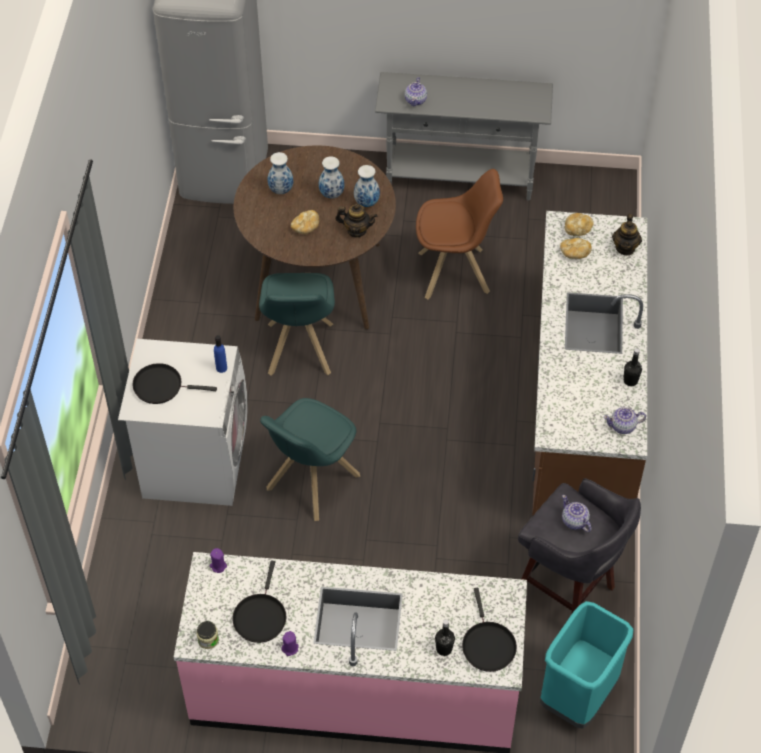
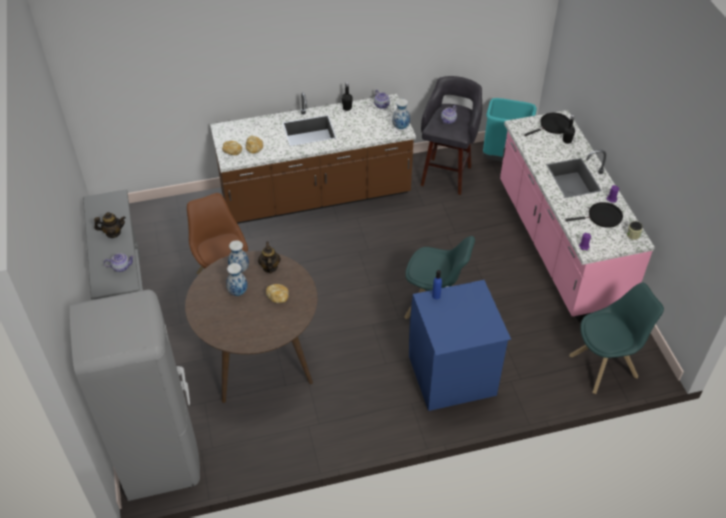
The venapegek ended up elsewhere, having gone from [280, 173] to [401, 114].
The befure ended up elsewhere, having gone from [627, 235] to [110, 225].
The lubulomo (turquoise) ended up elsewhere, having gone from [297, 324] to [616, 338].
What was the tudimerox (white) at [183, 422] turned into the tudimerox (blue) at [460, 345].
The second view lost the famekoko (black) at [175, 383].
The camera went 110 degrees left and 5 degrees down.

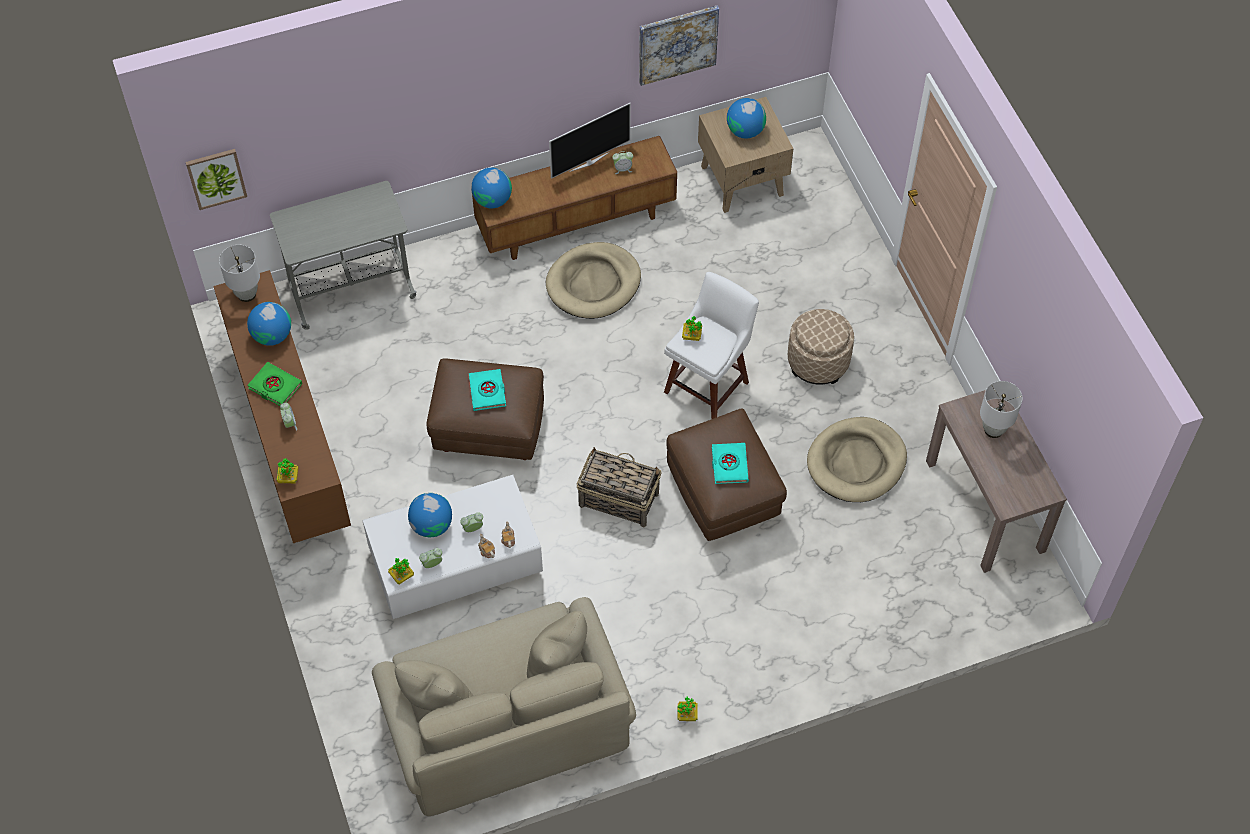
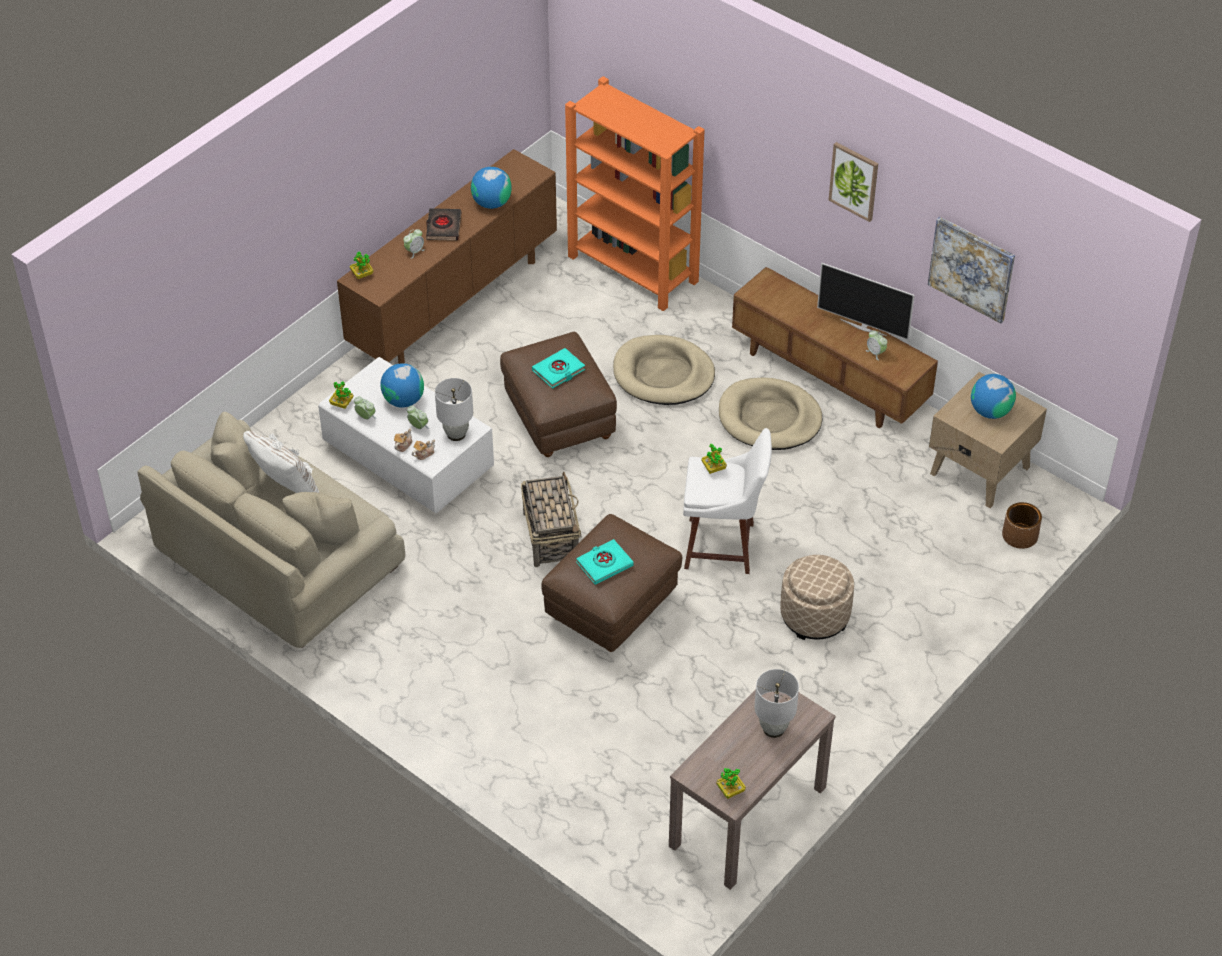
The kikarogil ended up elsewhere, having gone from [216, 179] to [853, 182].
The second view lost the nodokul at [491, 187].
Where the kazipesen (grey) stood at [343, 255], the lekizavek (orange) came to stand at [634, 193].
The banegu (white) ended up elsewhere, having gone from [239, 273] to [454, 409].
What was the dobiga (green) at [274, 384] turned into the dobiga (black) at [443, 224].
The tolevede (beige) ended up elsewhere, having gone from [857, 459] to [664, 370].
The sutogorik ended up elsewhere, having gone from [688, 709] to [731, 783].
The second view gained the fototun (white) at [281, 462].
The second view gained the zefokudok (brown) at [1022, 525].
The camera went 60 degrees right and 10 degrees down.

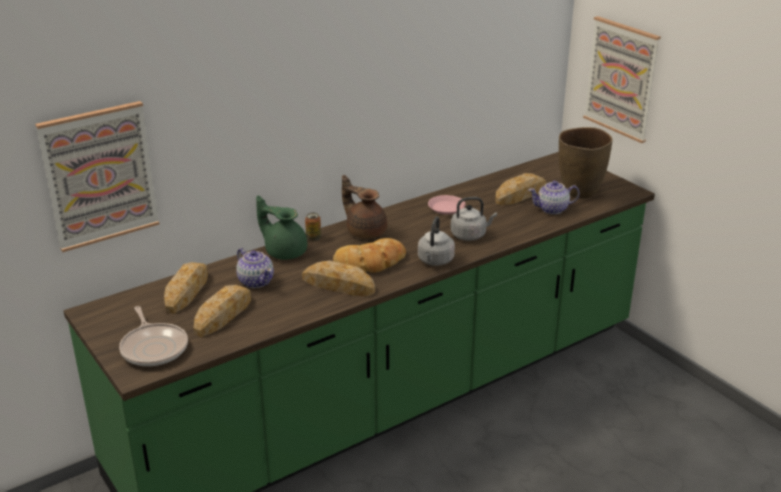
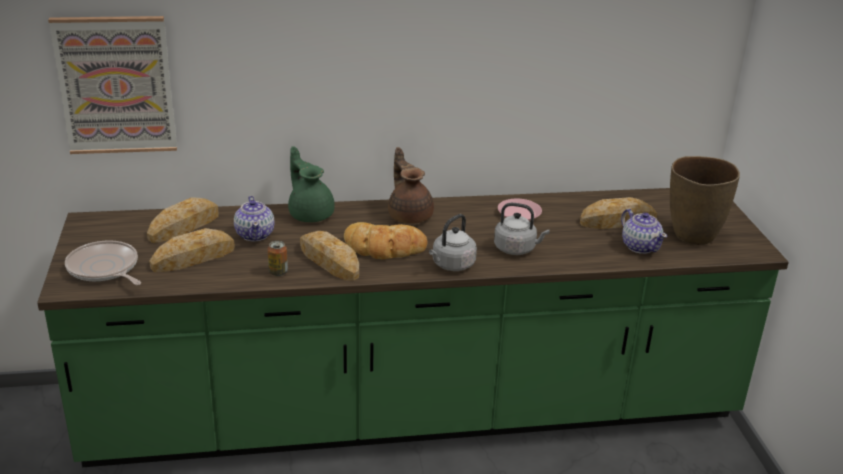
The second view lost the kikarogil at [622, 79].
The befure at [554, 197] ended up facing another way, 135 degrees counterclockwise from before.
The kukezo ended up elsewhere, having gone from [313, 227] to [278, 259].
The famekoko at [153, 336] ended up facing another way, 135 degrees clockwise from before.
The camera went 25 degrees right and 0 degrees up.

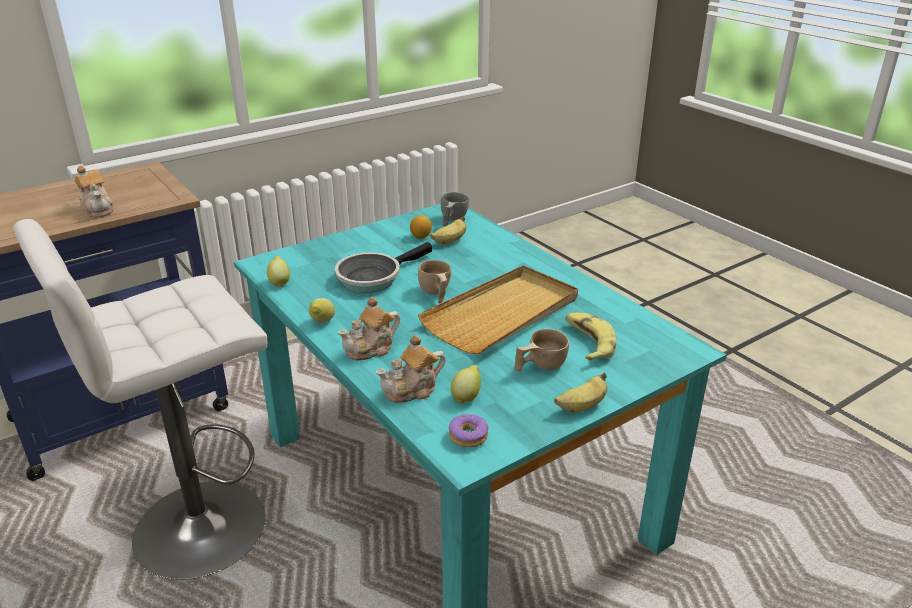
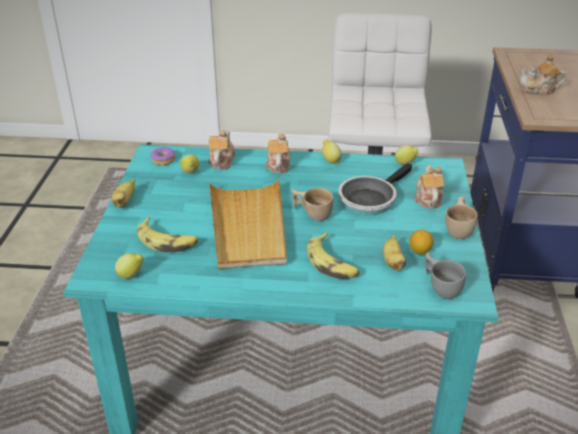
The famekoko at [383, 267] ended up facing another way, 135 degrees counterclockwise from before.
The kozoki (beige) ended up elsewhere, having gone from [541, 350] to [461, 217].
The second view gained the befure at [429, 187].
The second view gained the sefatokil at [333, 256].
The second view gained the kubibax at [129, 266].
The camera went 130 degrees right and 5 degrees up.

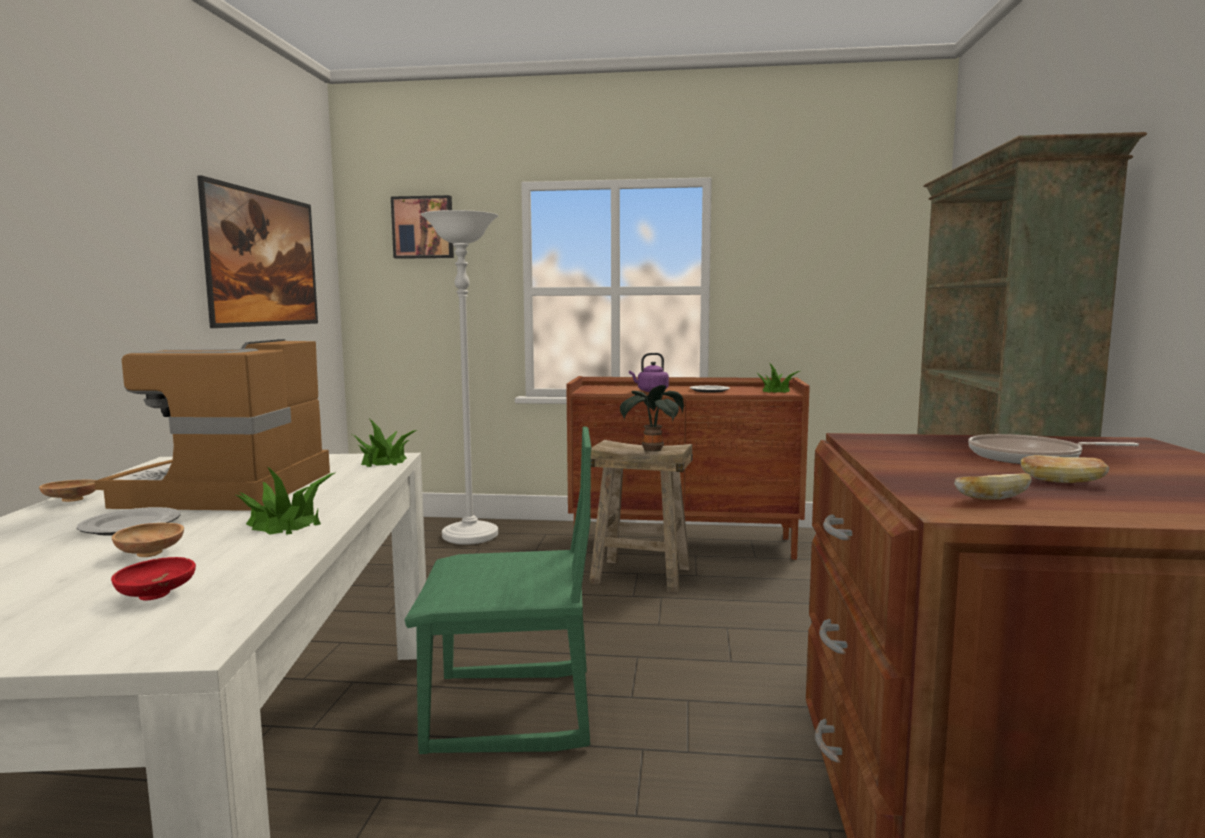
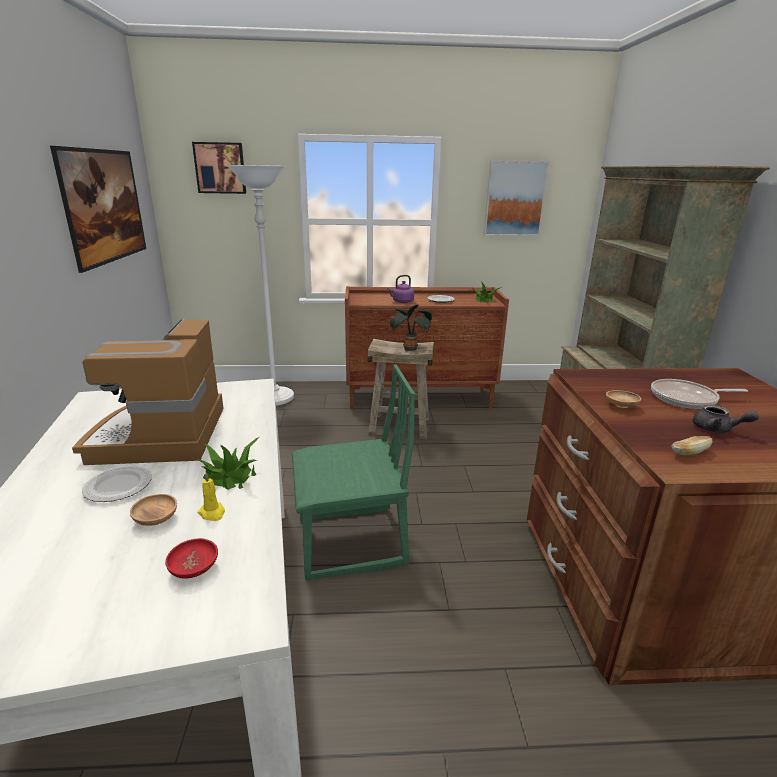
The second view lost the sutogorik at [385, 443].
Where the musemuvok stood at [1065, 469], the befure (grey) came to stand at [726, 419].
The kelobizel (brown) ended up elsewhere, having gone from [67, 490] to [623, 399].
The second view gained the kikarogil at [516, 198].
The second view gained the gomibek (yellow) at [211, 497].
The camera went 10 degrees left and 15 degrees up.

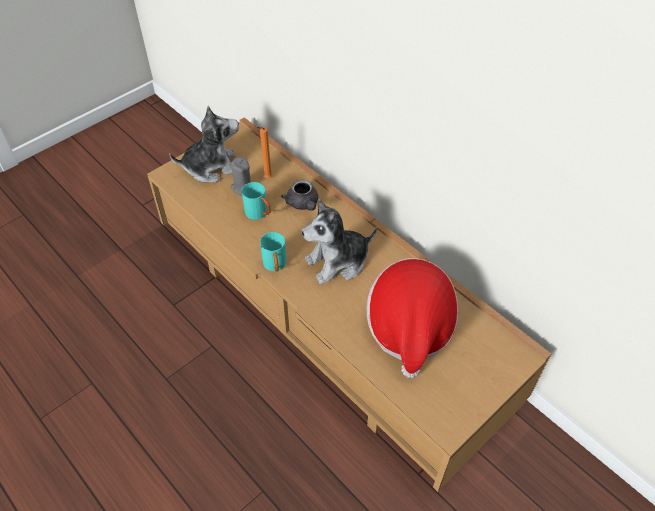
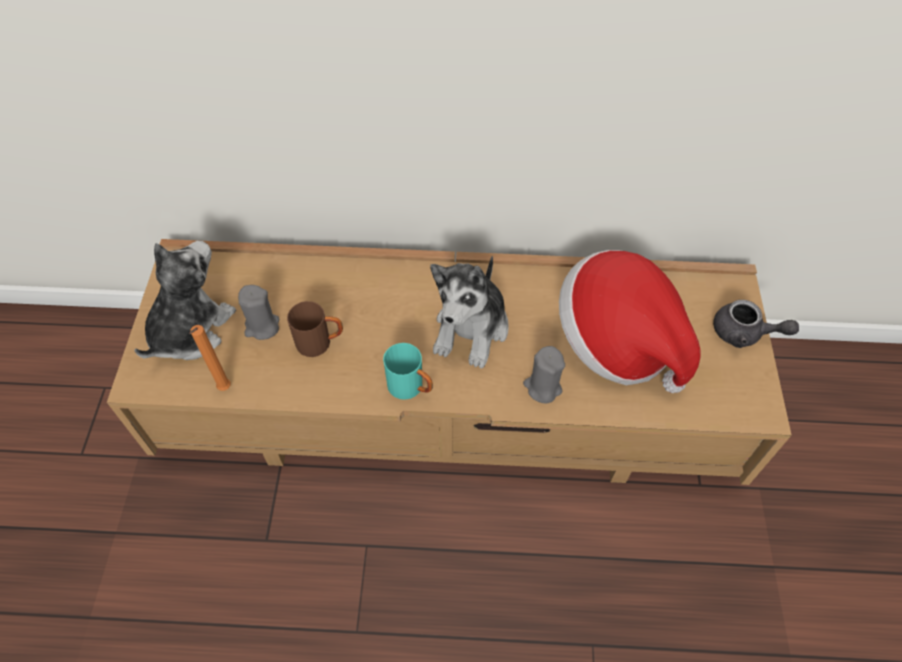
The gomibek (orange) ended up elsewhere, having gone from [264, 152] to [210, 358].
The befure (grey) ended up elsewhere, having gone from [299, 195] to [756, 324].
What was the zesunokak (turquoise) at [256, 201] turned into the zesunokak (brown) at [315, 329].
The second view gained the gomibek (grey) at [544, 375].
The camera went 45 degrees left and 5 degrees up.

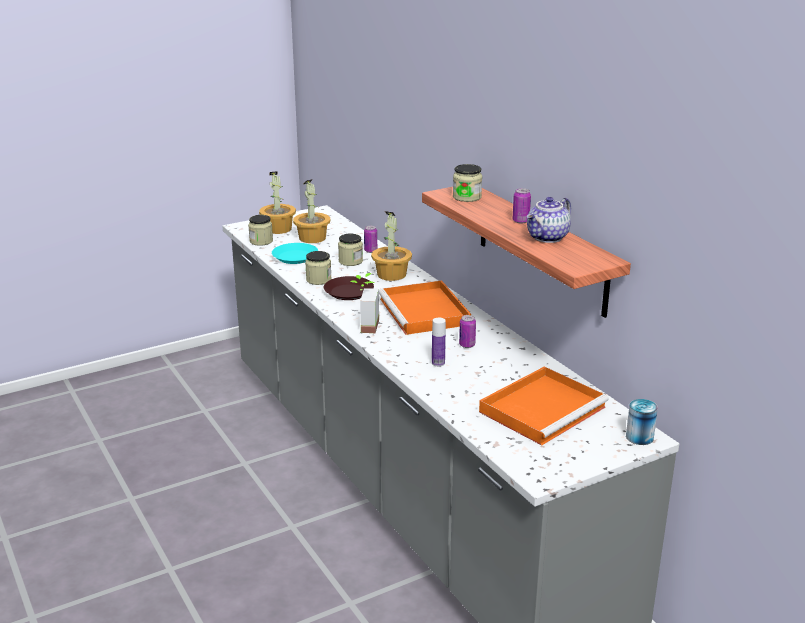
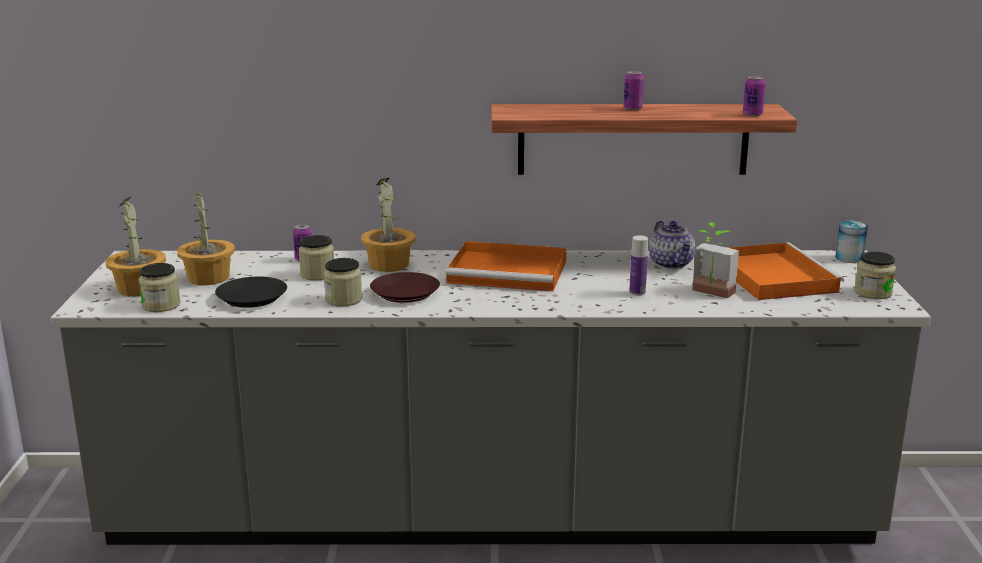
The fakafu ended up elsewhere, having gone from [467, 183] to [875, 275].
The befure ended up elsewhere, having gone from [548, 220] to [672, 245].
What was the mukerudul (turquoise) at [295, 253] turned into the mukerudul (black) at [251, 292].
The sutogorik ended up elsewhere, having gone from [364, 303] to [715, 260].
The kukezo ended up elsewhere, having gone from [467, 331] to [754, 96].
The camera went 60 degrees left and 5 degrees down.

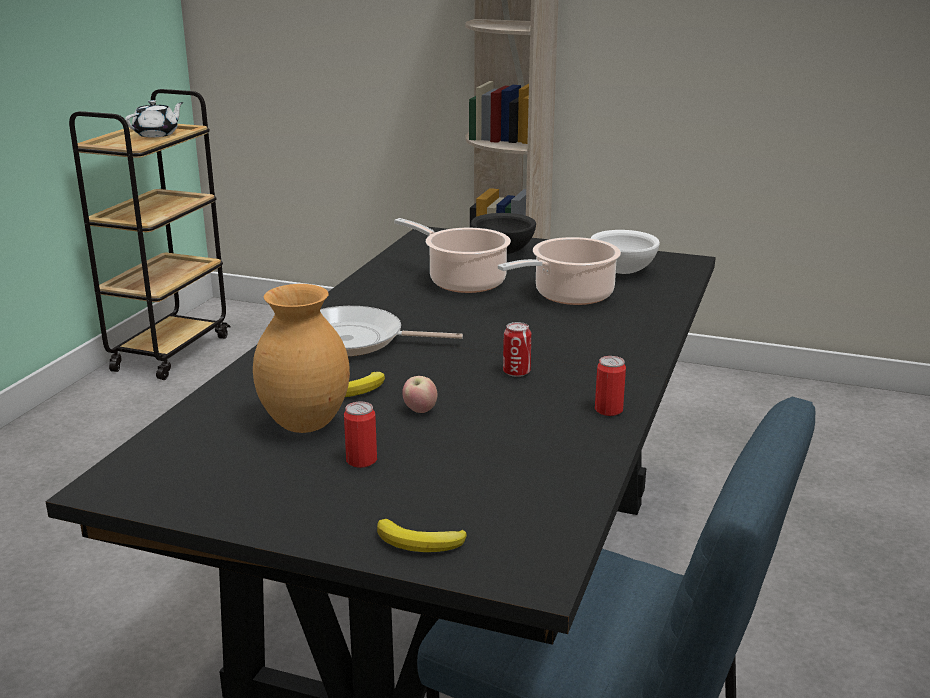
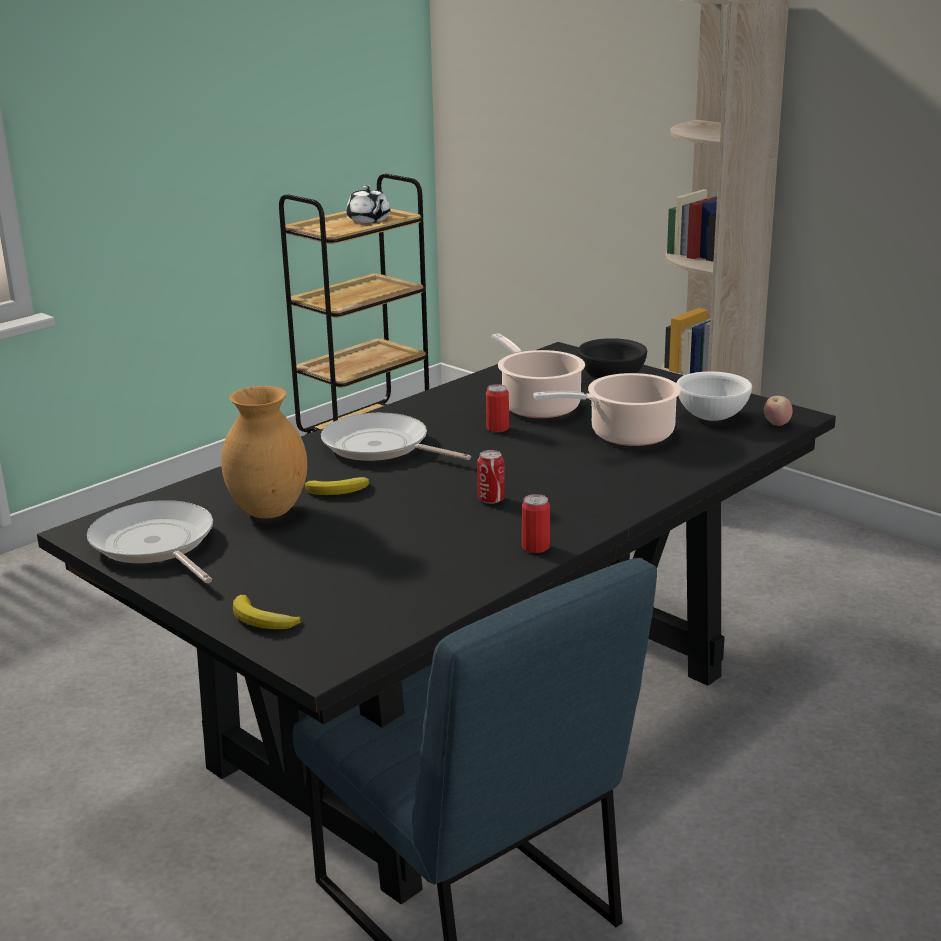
The befure (white) at [154, 119] ended up facing another way, 90 degrees clockwise from before.
The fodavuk ended up elsewhere, having gone from [419, 394] to [778, 411].
The kukezo ended up elsewhere, having gone from [360, 435] to [497, 408].
The second view gained the famekoko at [150, 541].
The camera went 25 degrees right and 0 degrees up.

